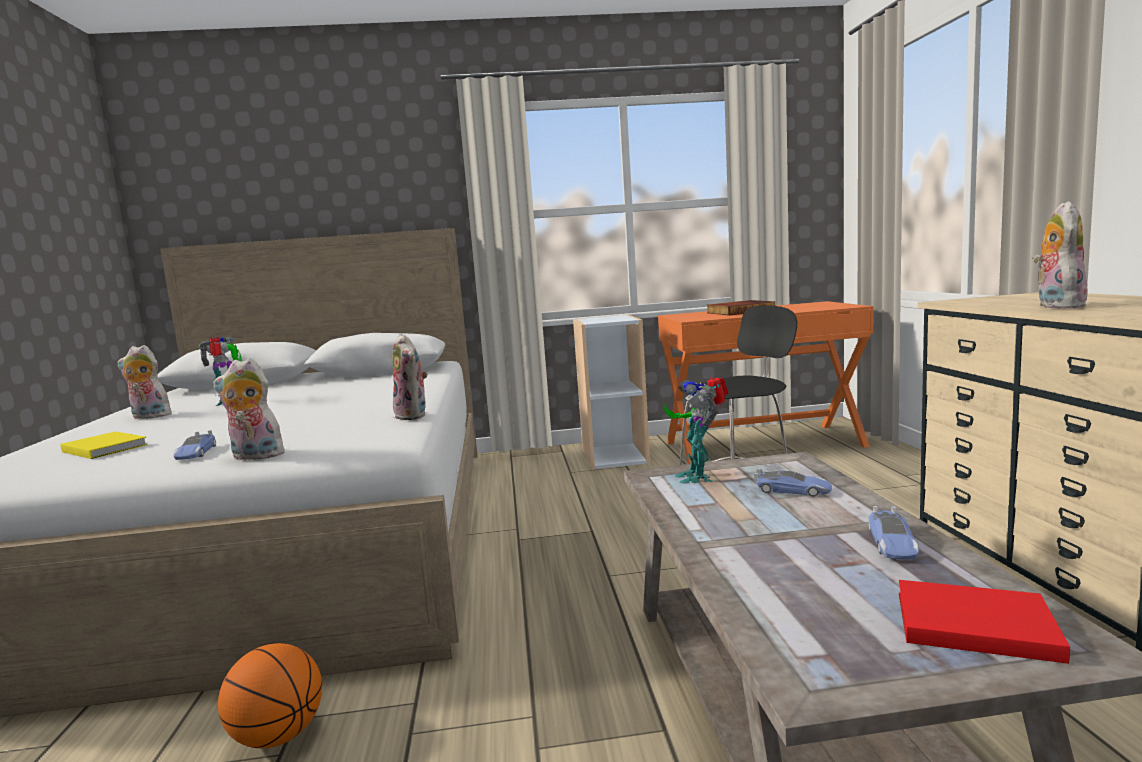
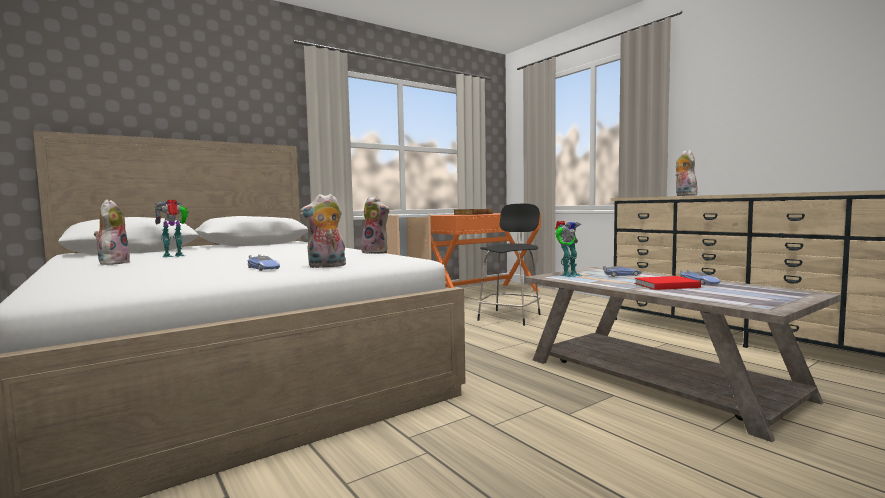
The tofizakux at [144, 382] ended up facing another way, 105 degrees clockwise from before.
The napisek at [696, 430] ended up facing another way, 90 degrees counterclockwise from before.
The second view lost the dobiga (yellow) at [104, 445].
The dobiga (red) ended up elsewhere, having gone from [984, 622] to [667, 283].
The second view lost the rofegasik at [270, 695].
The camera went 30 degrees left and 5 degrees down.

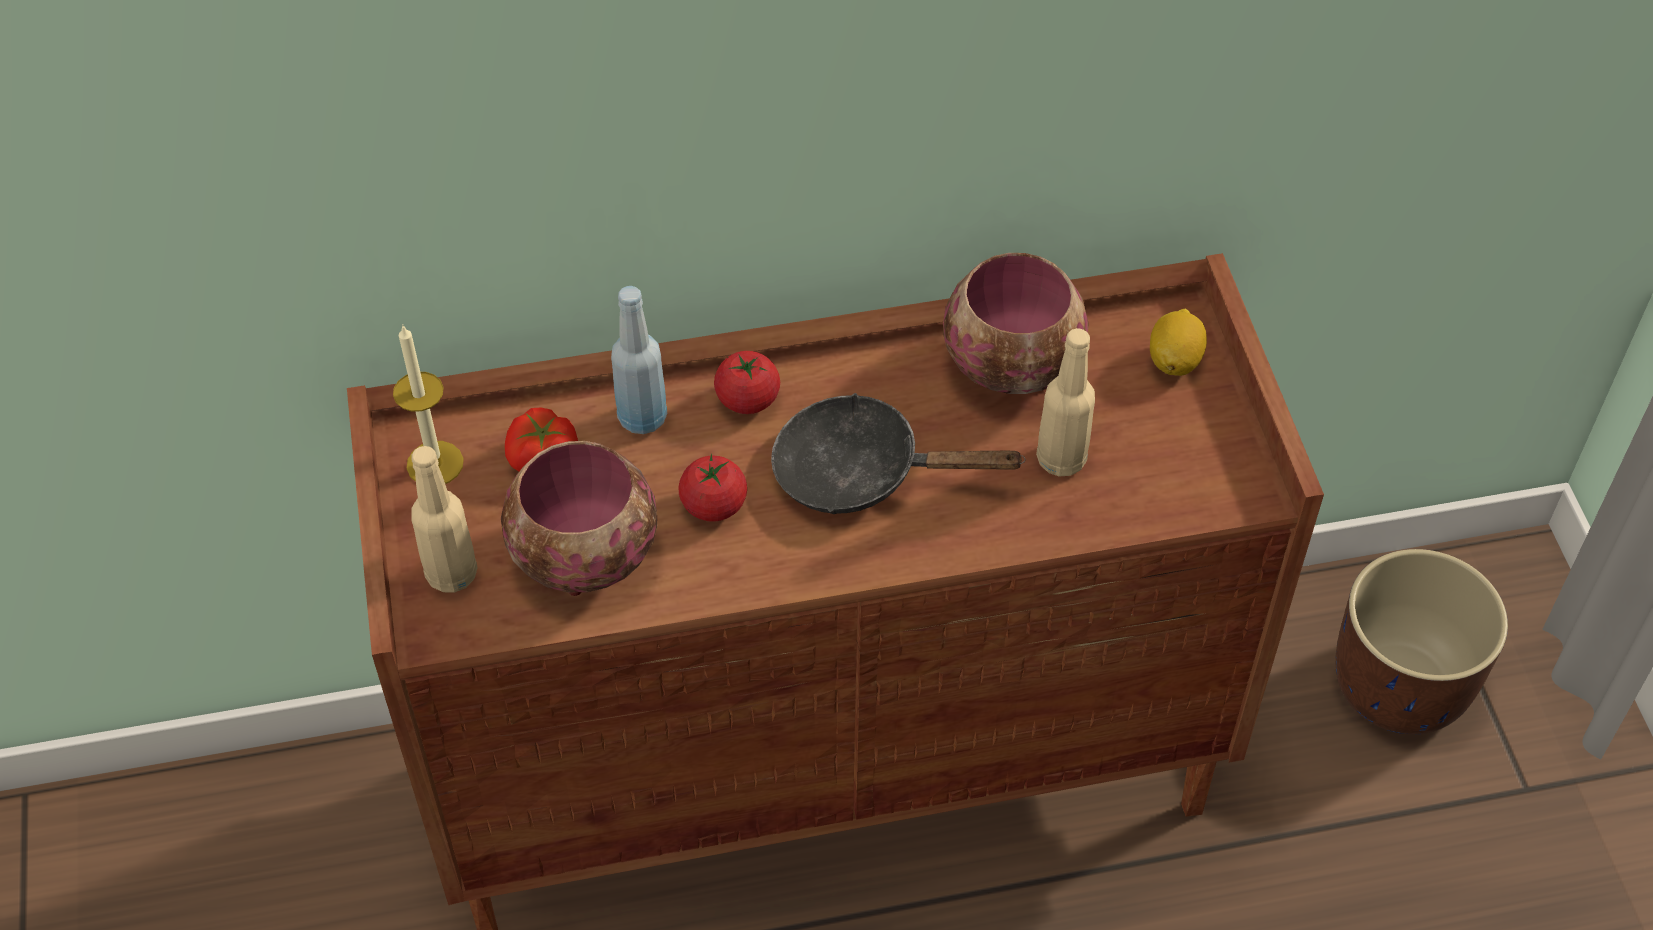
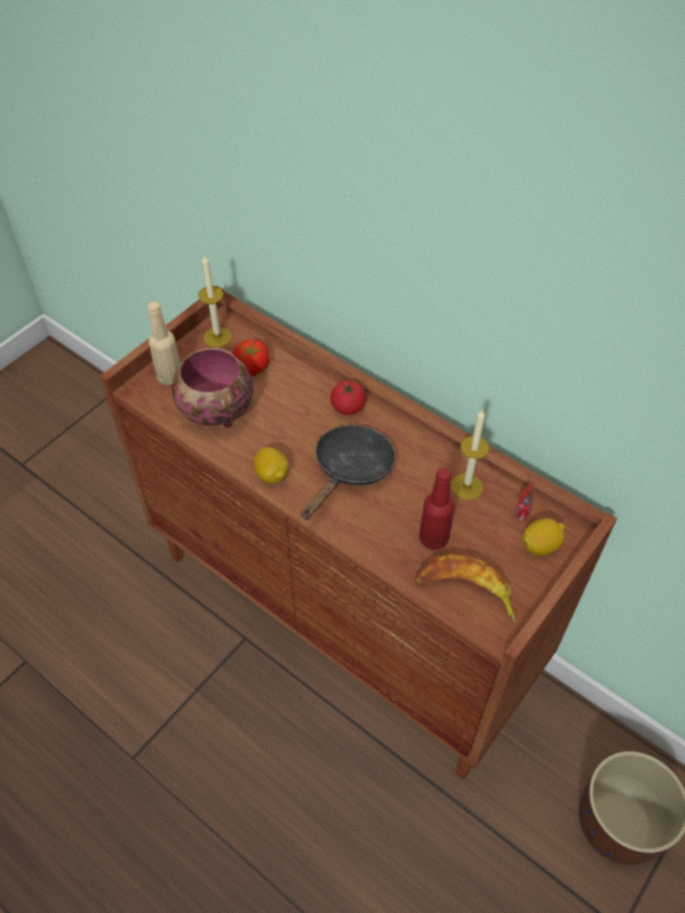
Where the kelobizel stood at [1016, 323], the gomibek came to stand at [470, 454].
The second view lost the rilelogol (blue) at [639, 360].
What was the rilelogol (beige) at [1065, 402] turned into the rilelogol (red) at [436, 509].
The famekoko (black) at [898, 453] ended up facing another way, 60 degrees clockwise from before.
The second view lost the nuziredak at [713, 488].
The second view gained the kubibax at [271, 465].
The second view gained the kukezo at [524, 501].
The second view gained the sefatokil at [465, 588].
The camera went 50 degrees right and 0 degrees up.

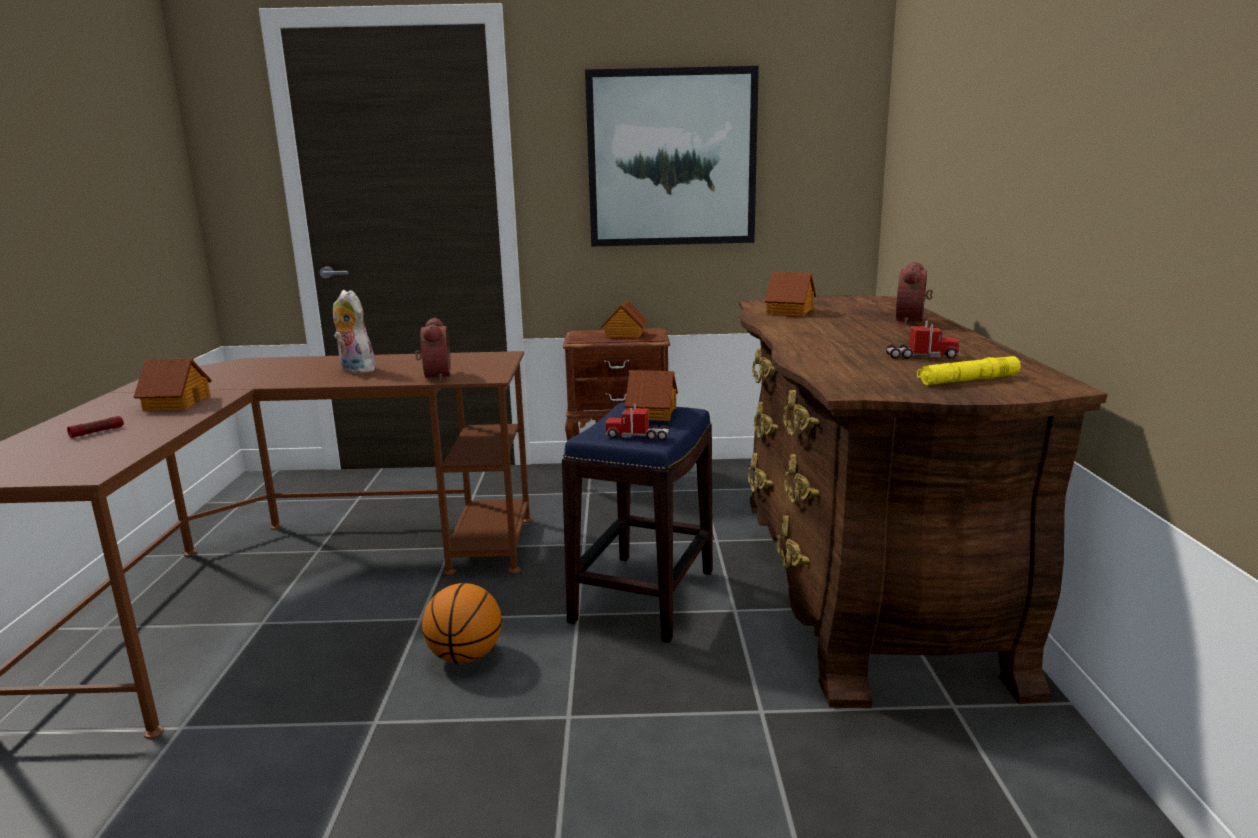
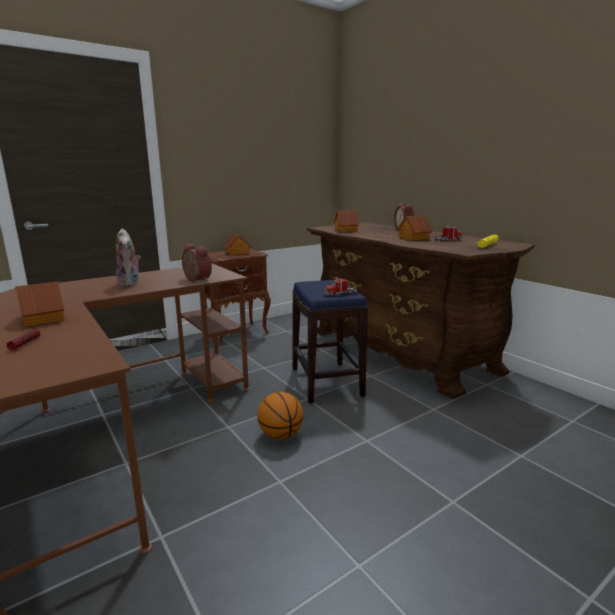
The second view lost the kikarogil at [672, 156].
The tofizakux at [355, 331] ended up facing another way, 120 degrees counterclockwise from before.
The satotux ended up elsewhere, having gone from [651, 395] to [415, 227].
The camera went 35 degrees left and 0 degrees up.

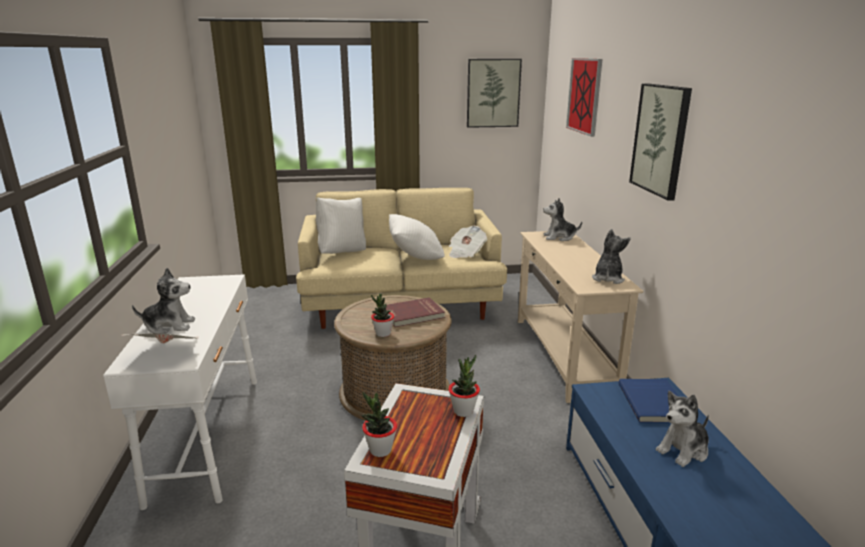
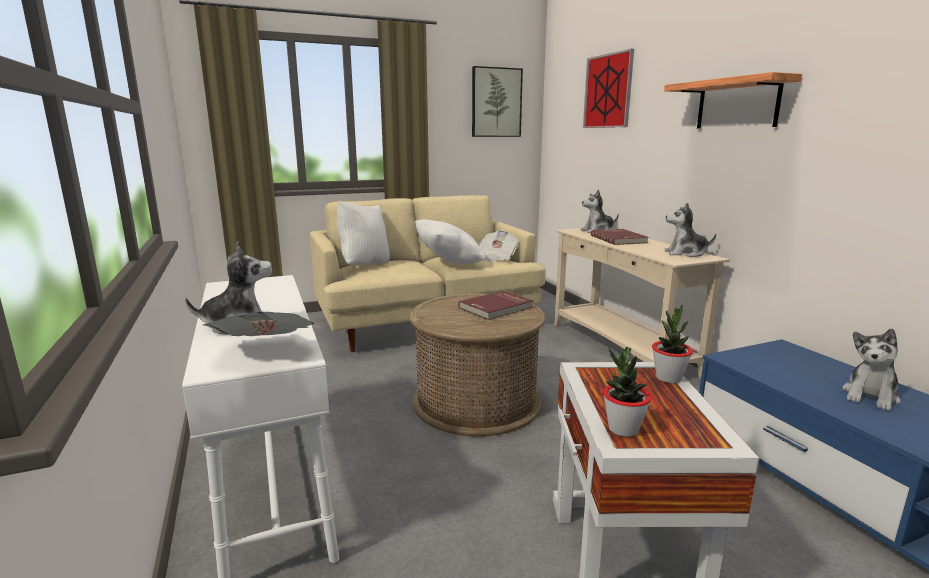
Where the kikarogil hung at [660, 142], the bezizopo came to hang at [733, 100].
The tofizakux at [611, 256] ended up facing another way, 90 degrees counterclockwise from before.
The second view lost the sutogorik at [382, 315].
The second view lost the dobiga (blue) at [648, 401].
The second view gained the dobiga (red) at [620, 237].
The camera went 15 degrees left and 5 degrees down.

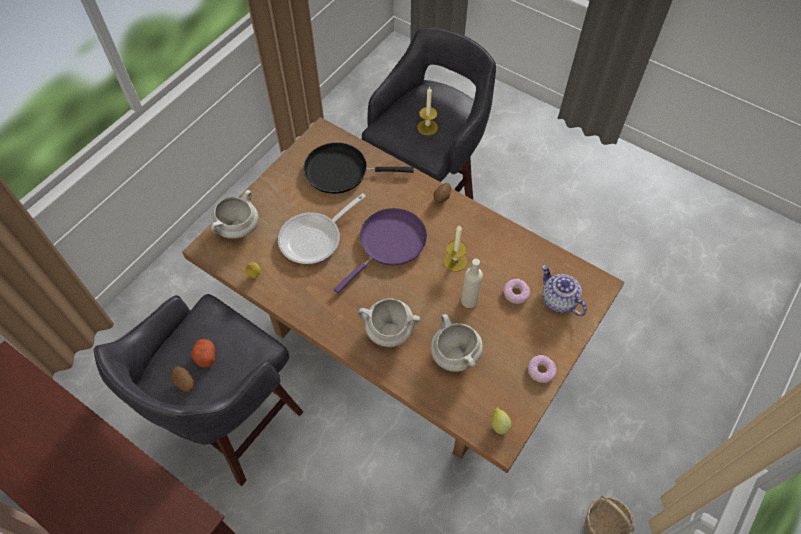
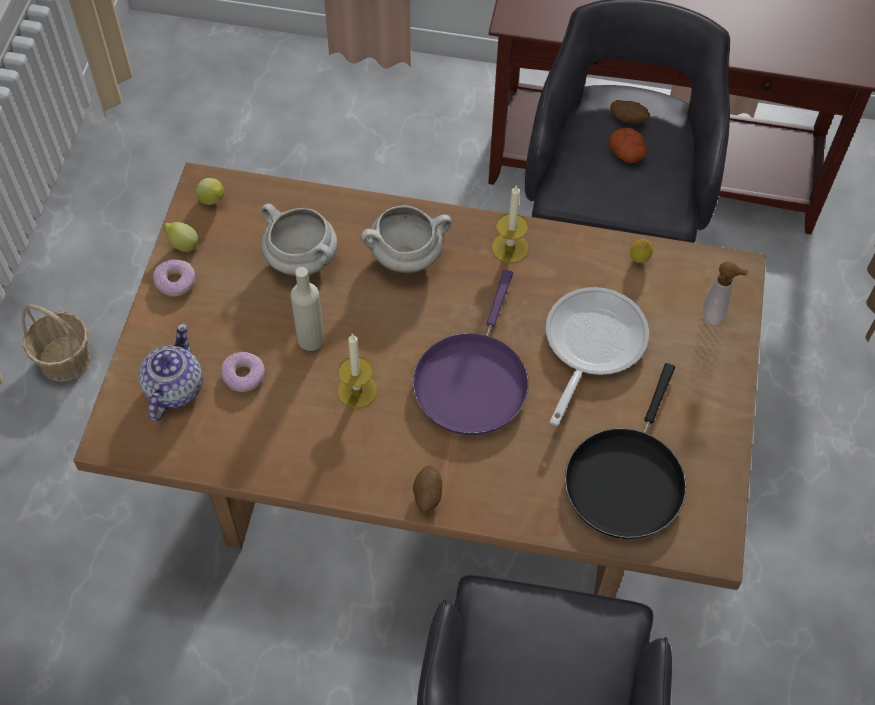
The gomibek ended up elsewhere, having gone from [428, 110] to [510, 223].
The famekoko (black) at [358, 168] ended up facing another way, 135 degrees clockwise from before.
Where the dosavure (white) stood at [235, 214], the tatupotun came to stand at [725, 293].
The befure at [564, 290] ended up facing another way, 105 degrees counterclockwise from before.
The second view gained the kubibax at [180, 237].
The camera went 155 degrees right and 0 degrees up.

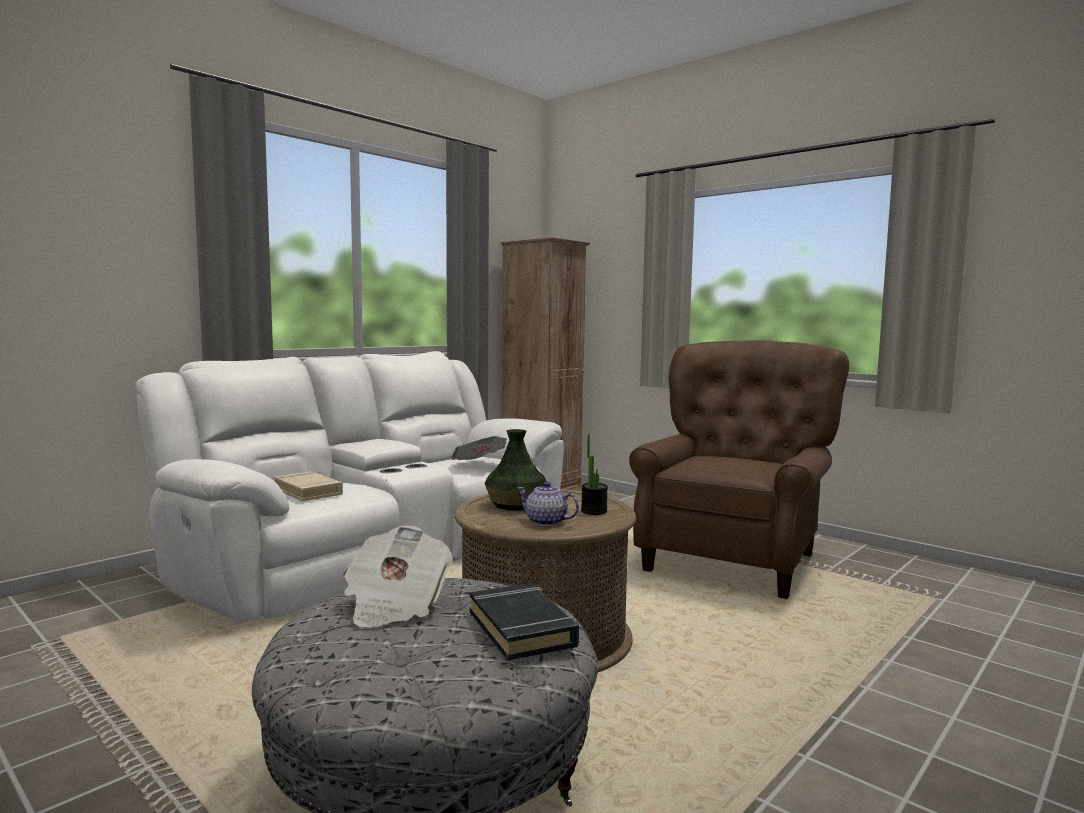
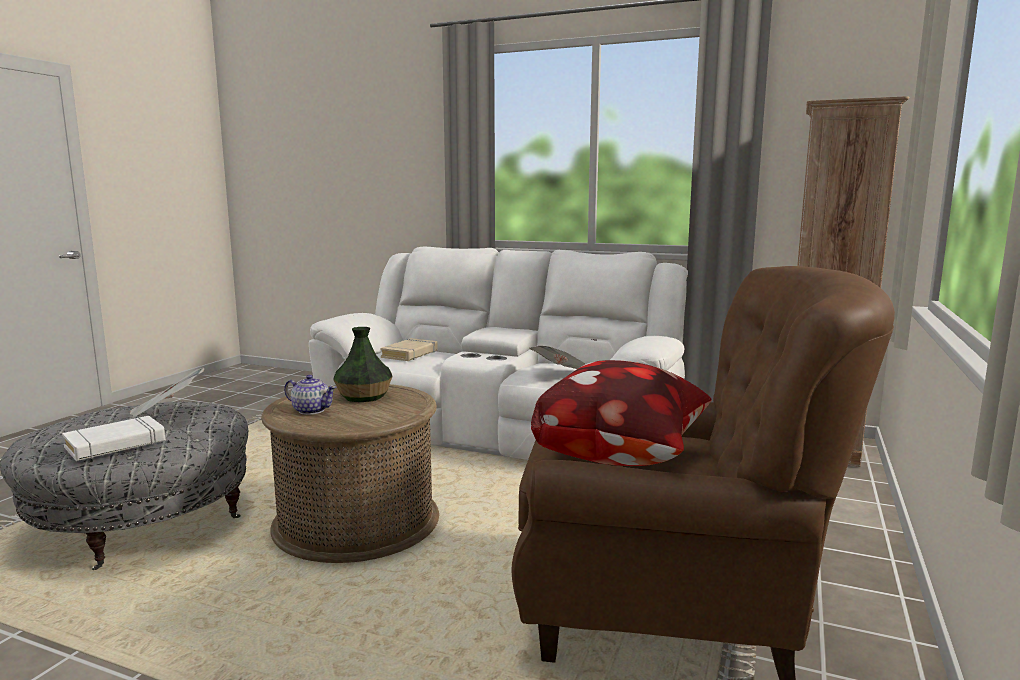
The second view lost the sutogorik at [594, 474].
The befure at [548, 504] ended up facing another way, 105 degrees clockwise from before.
What was the dobiga (black) at [524, 622] turned into the dobiga (white) at [114, 438].
The second view gained the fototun at [621, 413].
The camera went 70 degrees right and 5 degrees up.

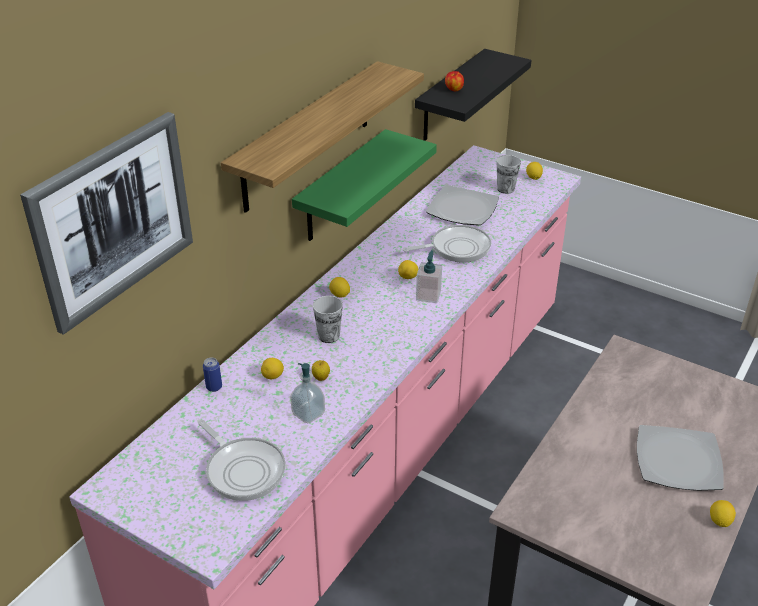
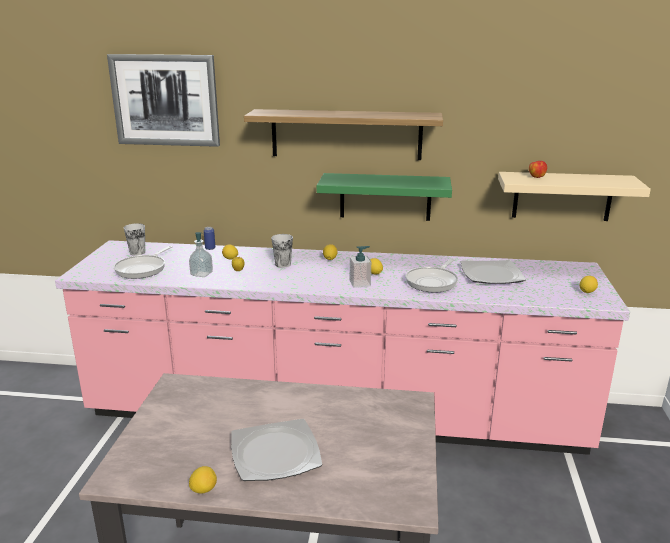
What was the bezizopo (black) at [473, 95] turned into the bezizopo (beige) at [574, 196].
The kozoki ended up elsewhere, having gone from [508, 174] to [134, 239].
The famekoko at [447, 243] ended up facing another way, 75 degrees clockwise from before.
The camera went 65 degrees right and 15 degrees down.

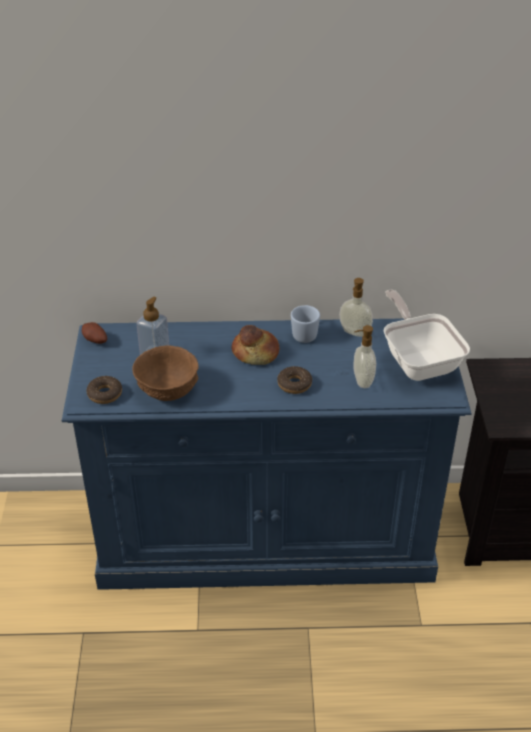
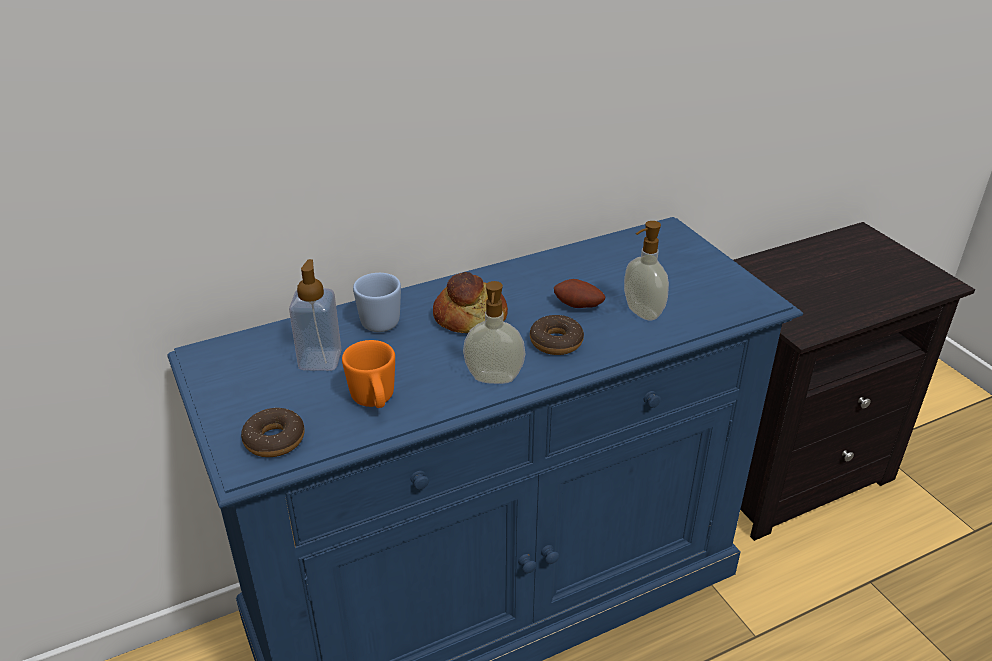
The tatupotun ended up elsewhere, having gone from [356, 307] to [494, 332].
The second view lost the famekoko at [427, 335].
The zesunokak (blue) ended up elsewhere, having gone from [305, 324] to [377, 302].
The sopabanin ended up elsewhere, having gone from [94, 333] to [579, 293].
Where the kelobizel (brown) stood at [165, 373], the zesunokak (orange) came to stand at [368, 374].
The camera went 25 degrees left and 5 degrees down.

